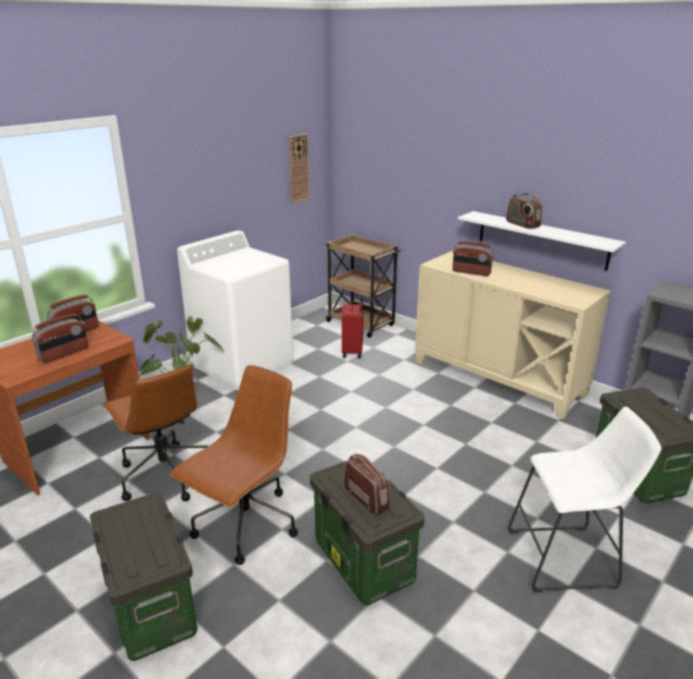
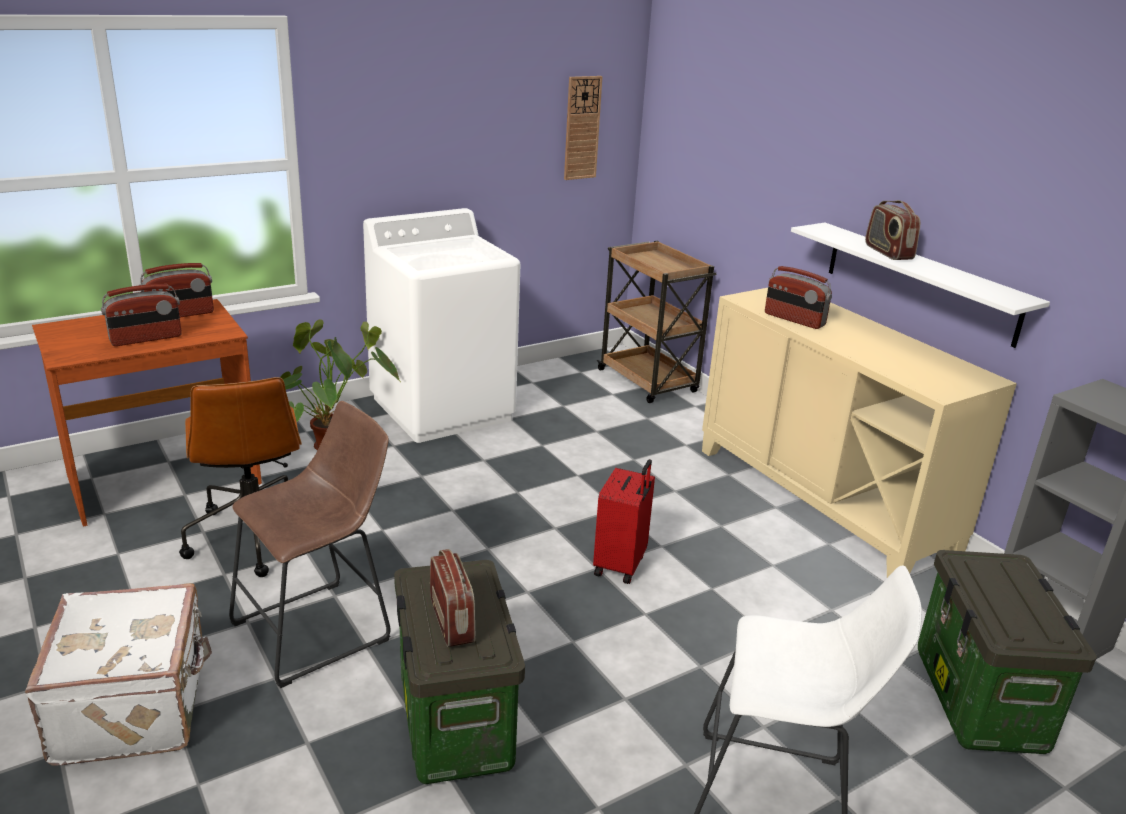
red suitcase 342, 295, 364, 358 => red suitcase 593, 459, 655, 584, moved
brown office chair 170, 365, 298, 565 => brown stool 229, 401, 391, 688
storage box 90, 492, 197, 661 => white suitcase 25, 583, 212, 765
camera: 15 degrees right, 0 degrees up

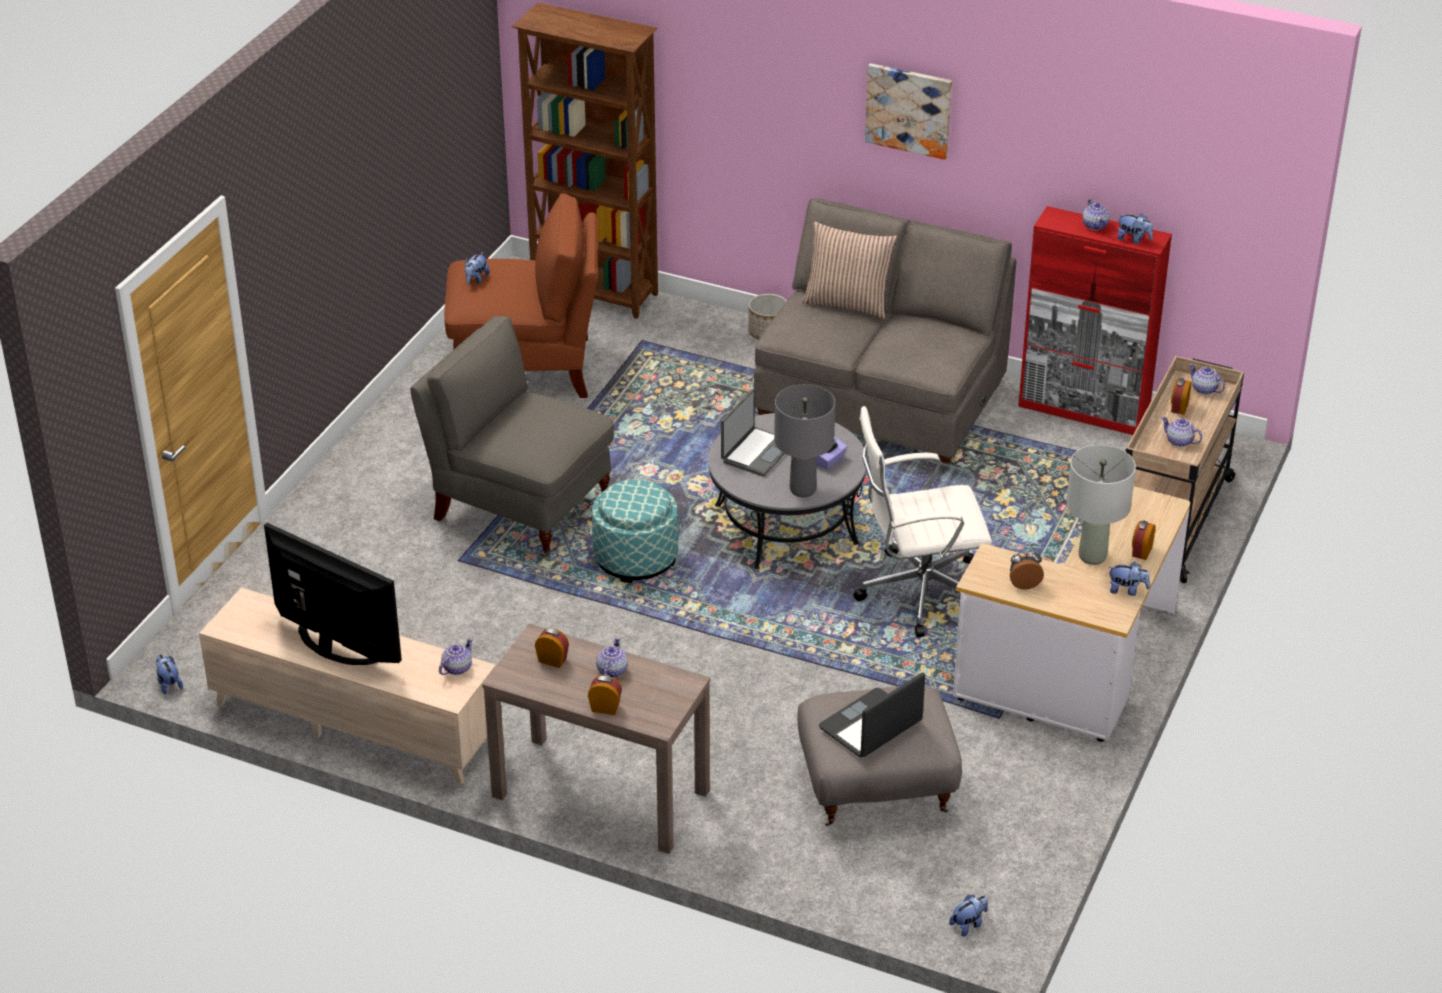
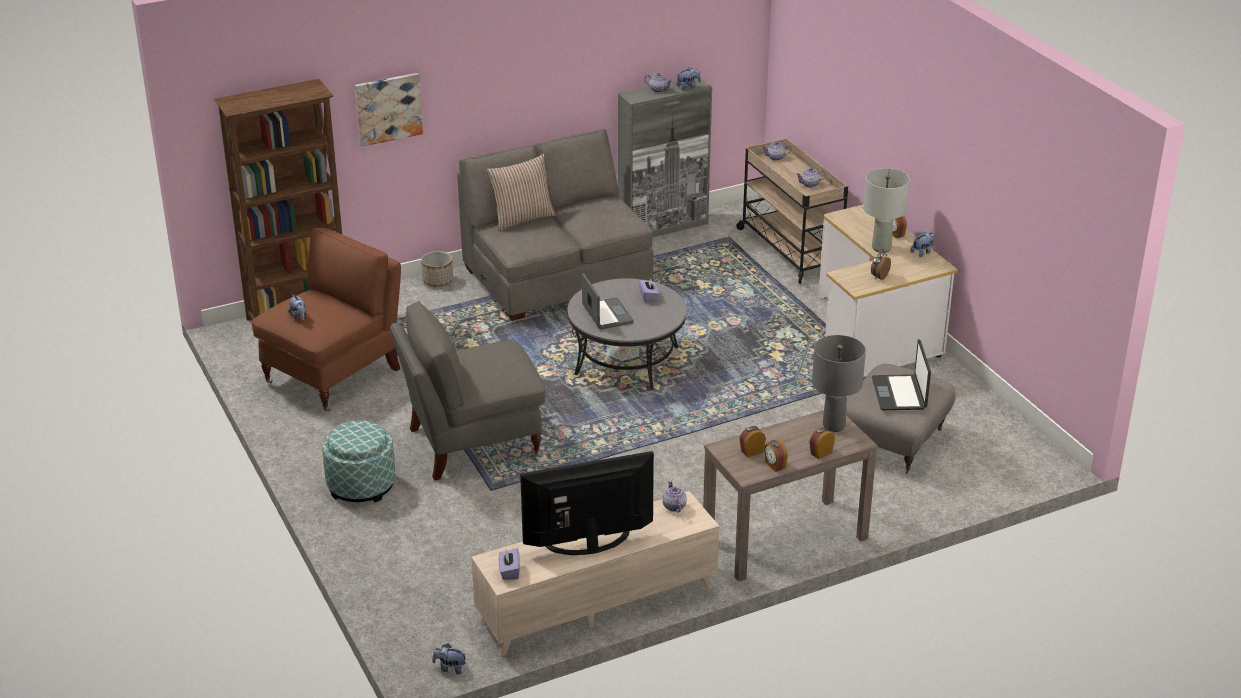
picture 865, 63, 952, 160 => picture 355, 73, 423, 147, moved
red cabinet 1018, 206, 1172, 435 => grey cabinet 618, 78, 712, 237
alarm clock 1171, 378, 1192, 415 => alarm clock 764, 439, 788, 472, moved
grey table lamp 774, 384, 835, 497 => grey table lamp 812, 335, 866, 432, moved
white office chair 853, 406, 992, 637 => nothing
ottoman 592, 479, 678, 583 => ottoman 322, 420, 395, 502, moved
teapot 596, 637, 628, 677 => nothing
plush toy 949, 895, 988, 937 => nothing
nothing => purple tissue box 499, 548, 520, 580
camera: 50 degrees left, 5 degrees down

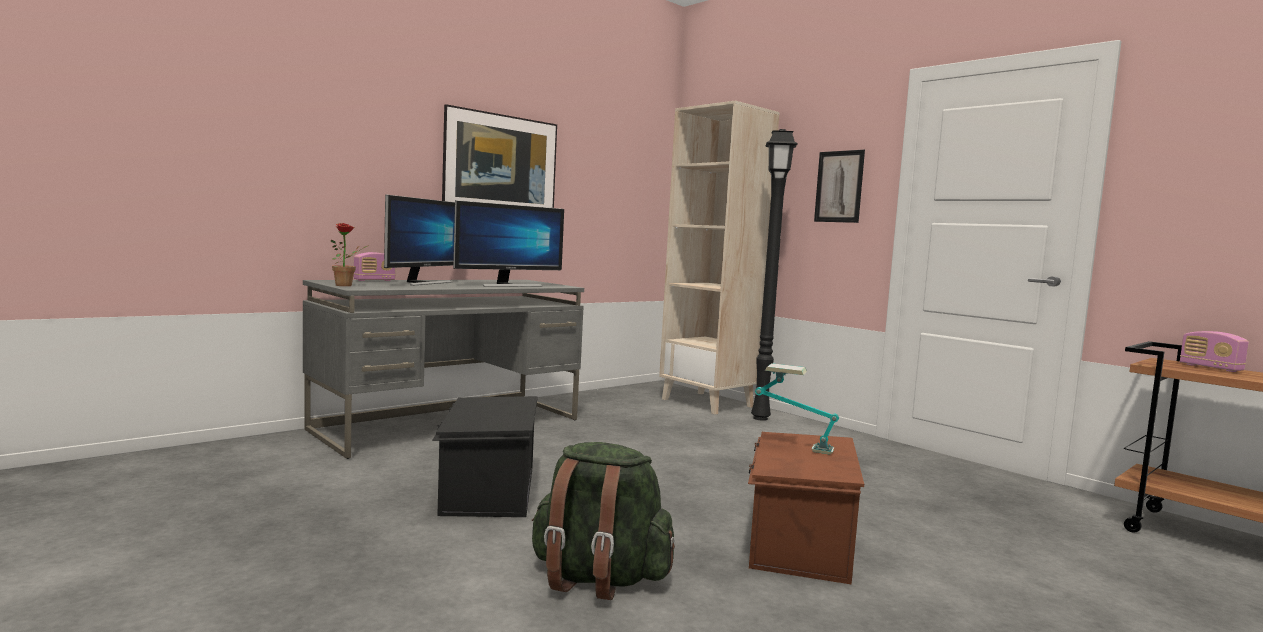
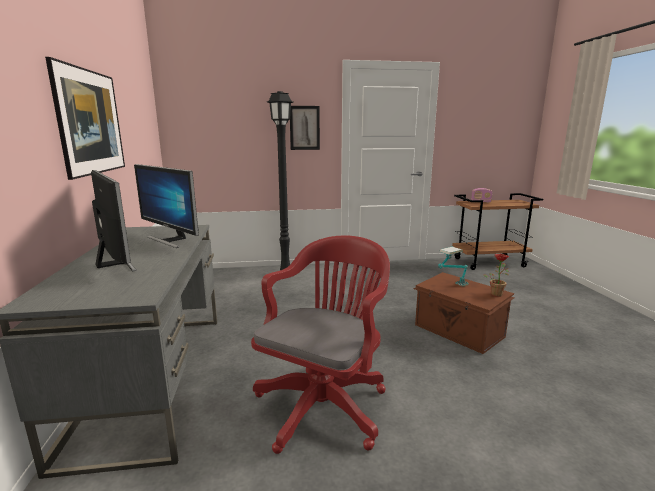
beige bookcase 659, 100, 780, 415 => nothing
monitor 453, 200, 564, 287 => monitor 134, 164, 199, 248, 135 degrees clockwise
potted plant 331, 223, 369, 286 => potted plant 483, 254, 509, 297, moved
radio 354, 252, 396, 281 => nothing
black storage box 432, 396, 538, 517 => red office chair 251, 236, 390, 454
green backpack 532, 442, 675, 600 => nothing
camera: 55 degrees left, 10 degrees up

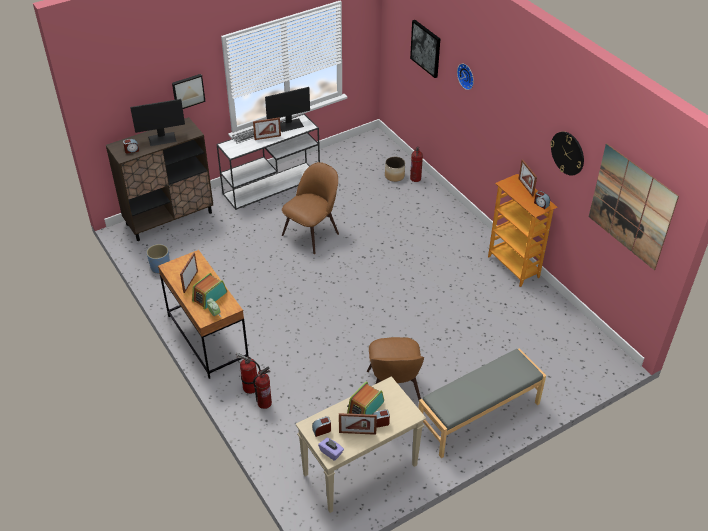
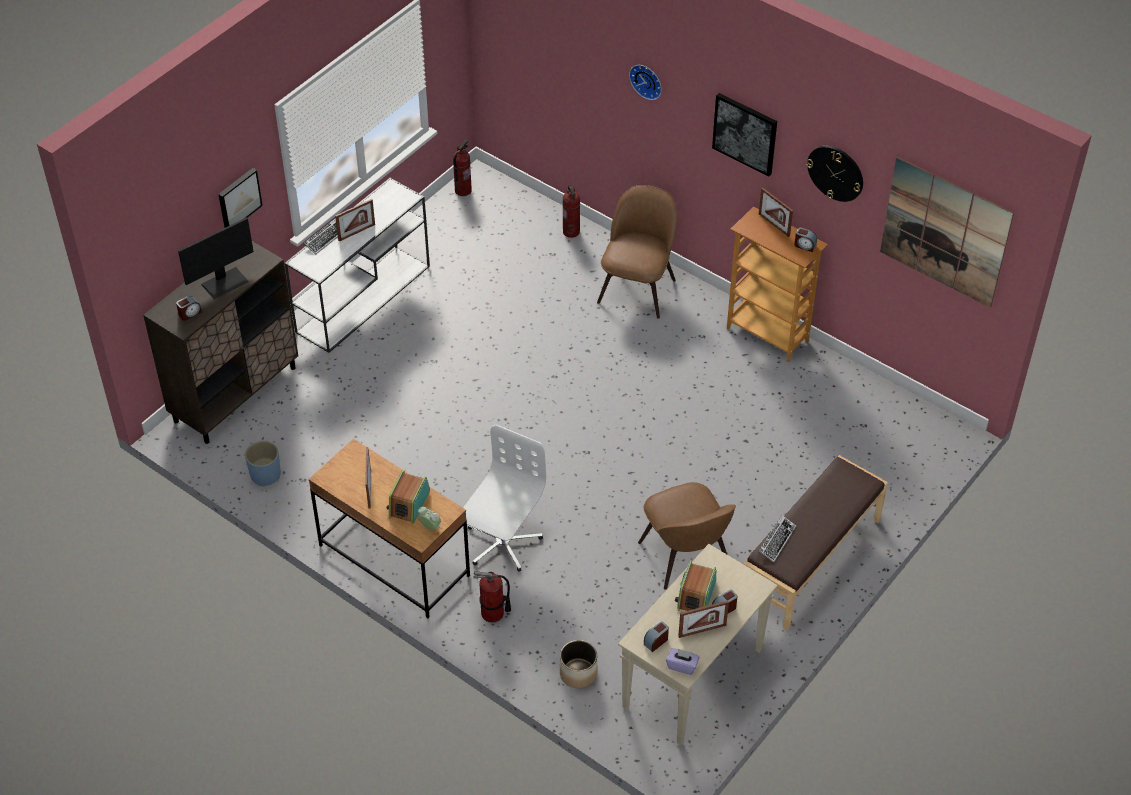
picture 410, 20, 440, 78 => picture 712, 93, 777, 177, moved
monitor 265, 87, 310, 132 => nothing
planter 385, 157, 405, 182 => planter 560, 640, 597, 688, moved
brown chair 282, 162, 339, 254 => brown chair 597, 185, 677, 319, moved
grey bench 418, 349, 546, 458 => brown bench 744, 455, 888, 631
fire extinguisher 253, 367, 272, 409 => fire extinguisher 453, 140, 472, 196, moved
nothing => white office chair 463, 424, 546, 572
nothing => keyboard 759, 515, 796, 562
camera: 20 degrees left, 5 degrees up

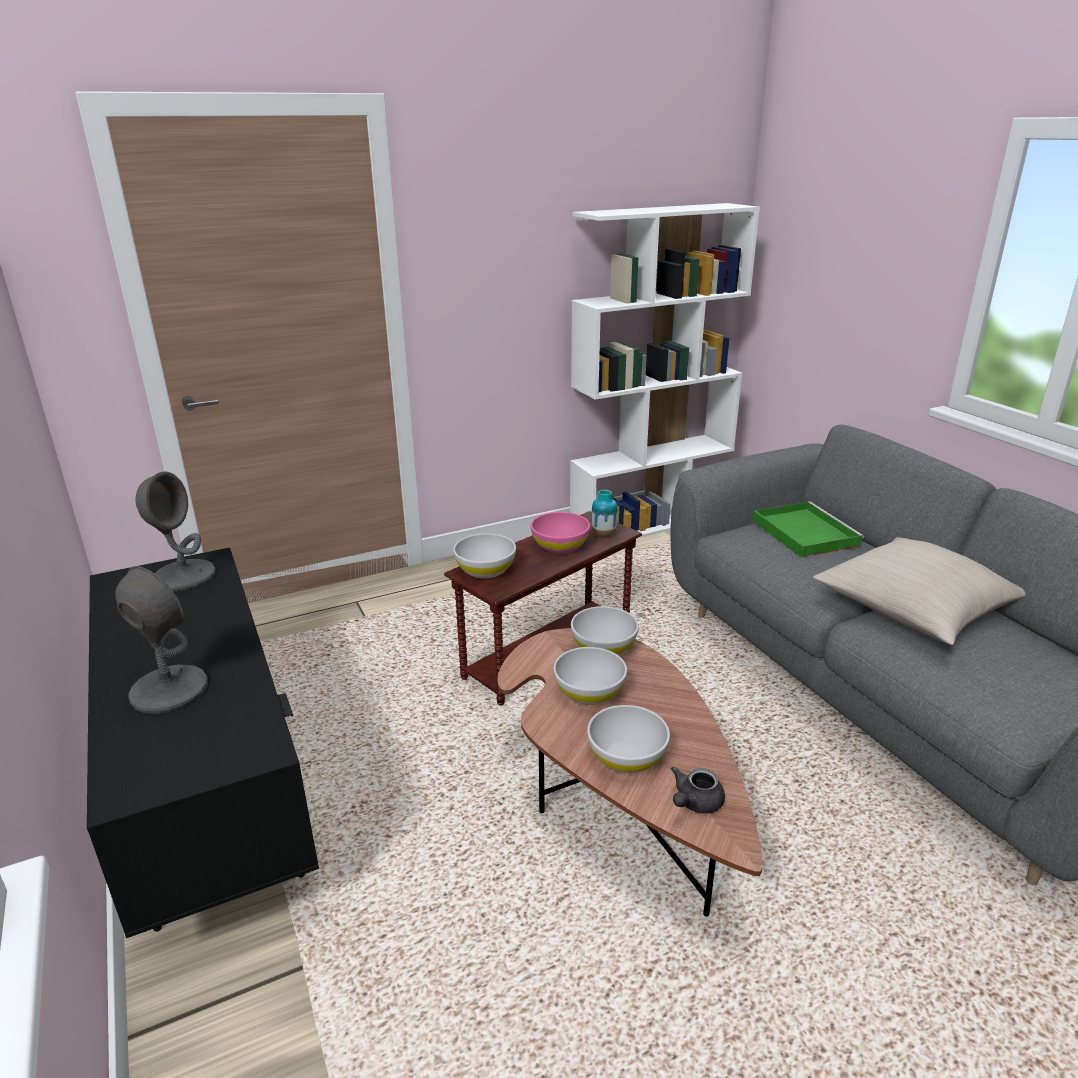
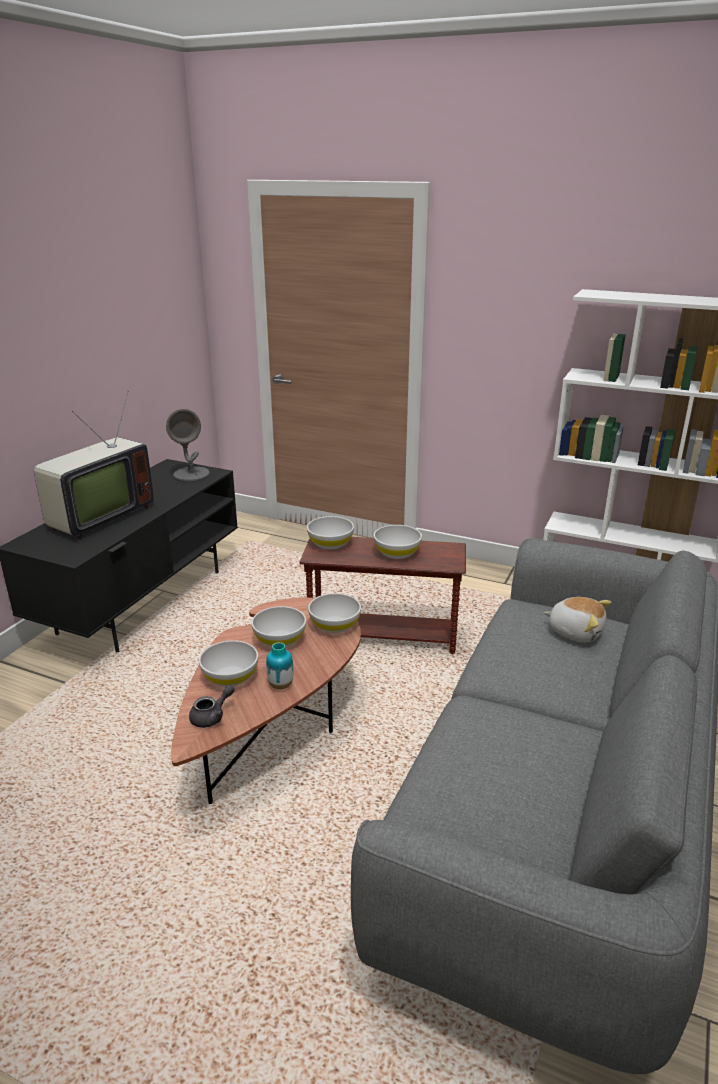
vase 591, 490, 618, 537 => vase 266, 642, 294, 690, moved
green tray 753, 501, 864, 558 => plush toy 544, 597, 612, 642
pink bowl 531, 512, 590, 554 => white bowl 374, 525, 422, 559
beige pillow 813, 537, 1025, 645 => nothing
grey table lamp 115, 566, 208, 714 => television 34, 390, 154, 540
grey teapot 671, 766, 725, 814 => grey teapot 189, 685, 235, 728, 135 degrees clockwise
camera: 50 degrees right, 0 degrees up

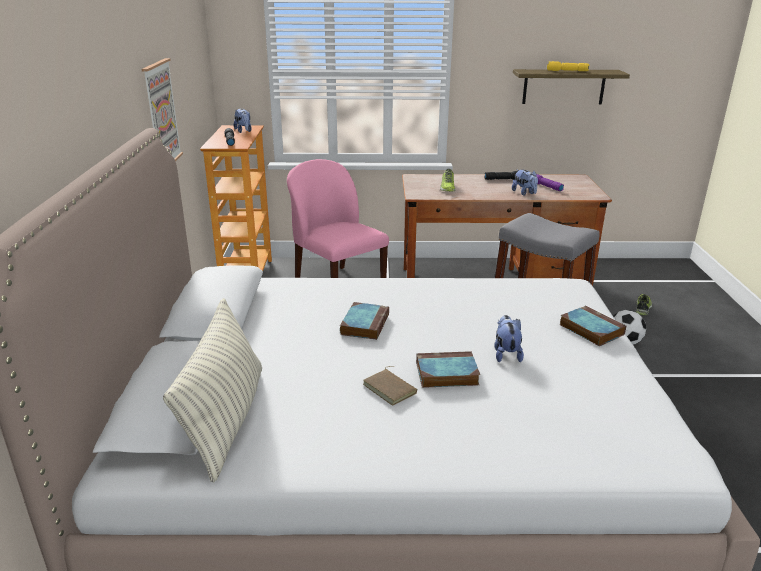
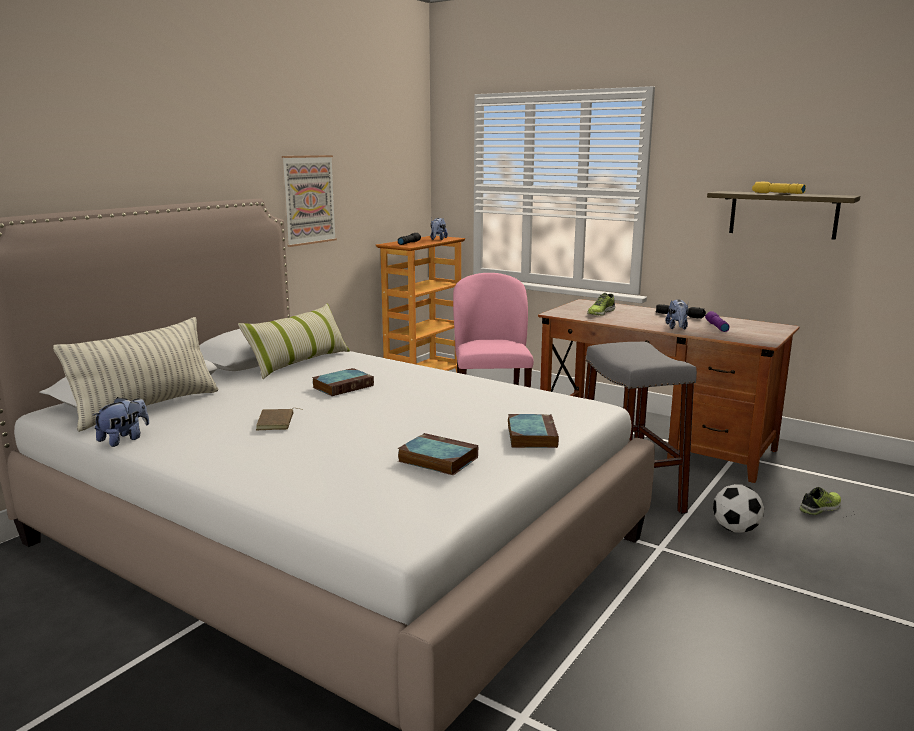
plush toy 494, 315, 524, 362 => plush toy 93, 397, 149, 447, moved
book 416, 351, 480, 388 => book 398, 433, 478, 475, moved
nothing => pillow 238, 303, 350, 379
camera: 35 degrees right, 10 degrees down

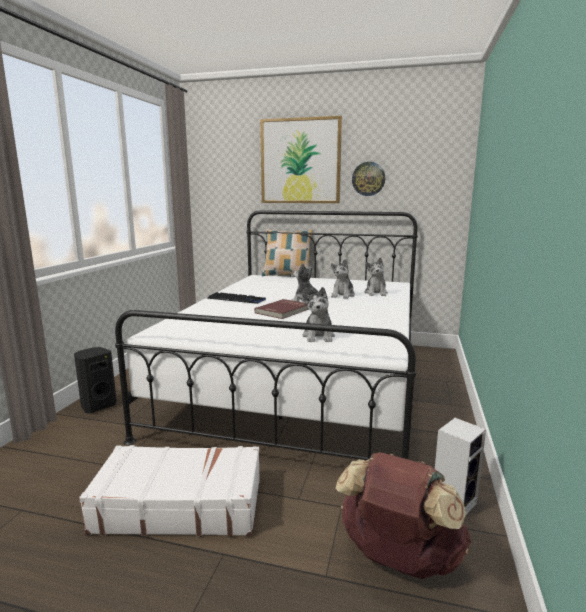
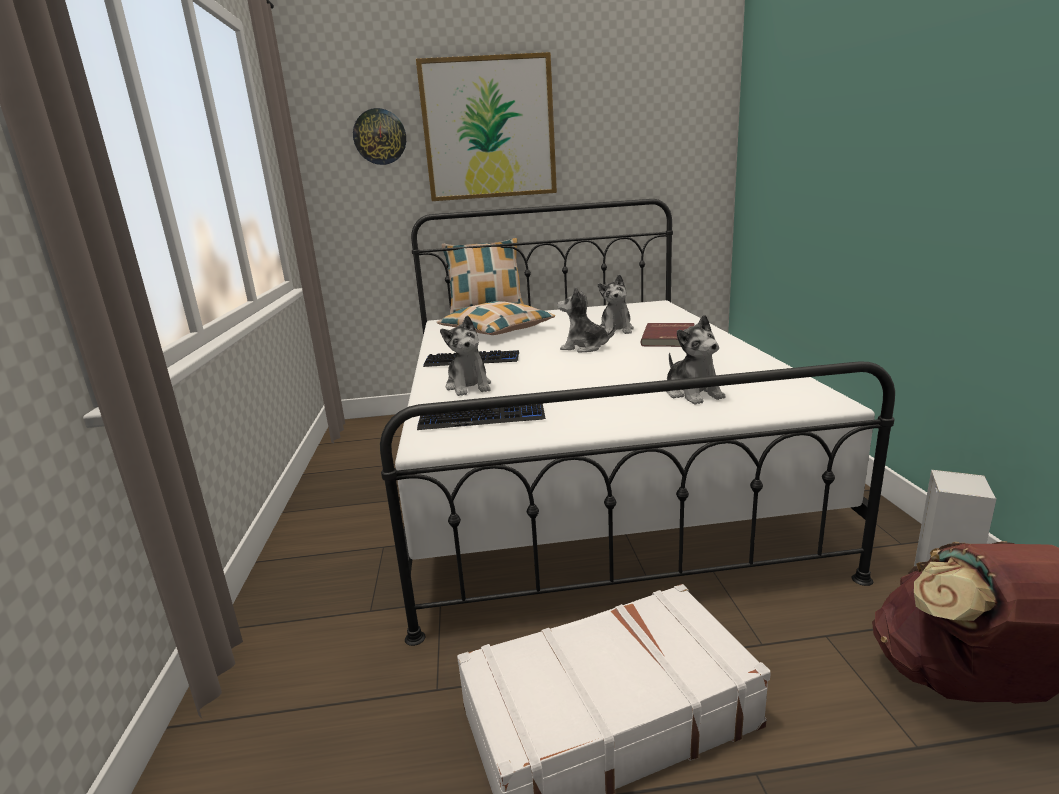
wall clock 352, 162, 385, 196 => wall clock 353, 108, 406, 165, moved
plush toy 365, 258, 388, 296 => plush toy 440, 315, 491, 396, moved
red book 254, 299, 309, 319 => red book 641, 323, 694, 347, moved
black speaker 74, 347, 117, 413 => nothing
nothing => pillow 437, 301, 555, 335
nothing => keyboard 417, 404, 546, 430
camera: 20 degrees left, 5 degrees up

